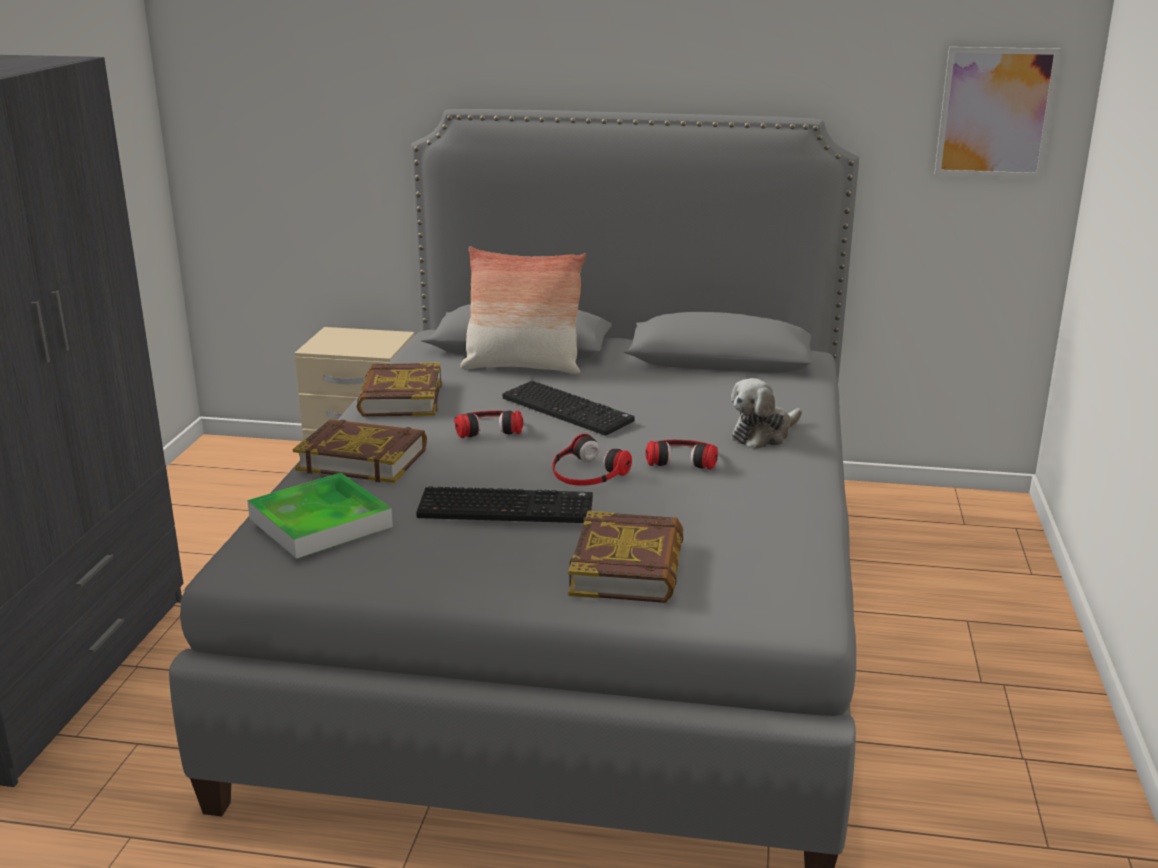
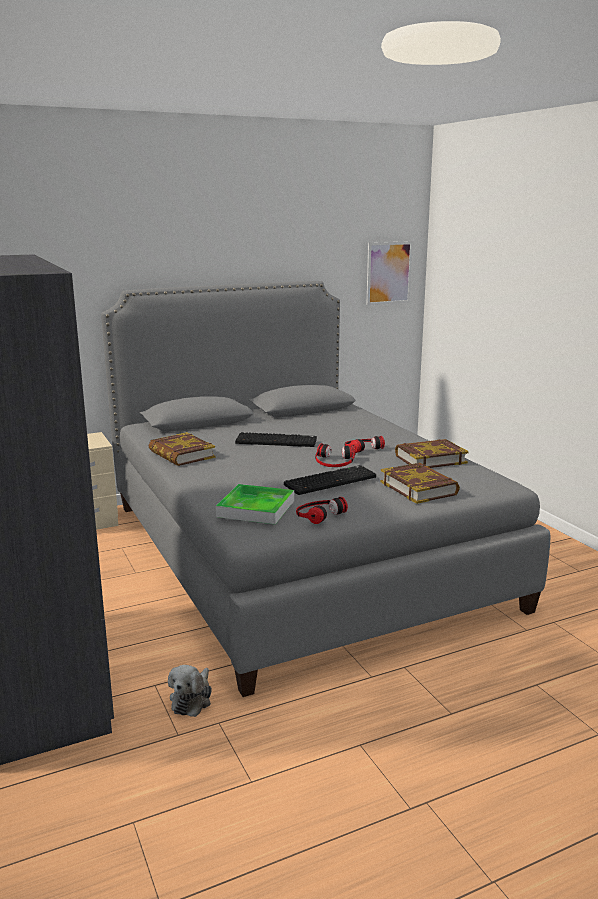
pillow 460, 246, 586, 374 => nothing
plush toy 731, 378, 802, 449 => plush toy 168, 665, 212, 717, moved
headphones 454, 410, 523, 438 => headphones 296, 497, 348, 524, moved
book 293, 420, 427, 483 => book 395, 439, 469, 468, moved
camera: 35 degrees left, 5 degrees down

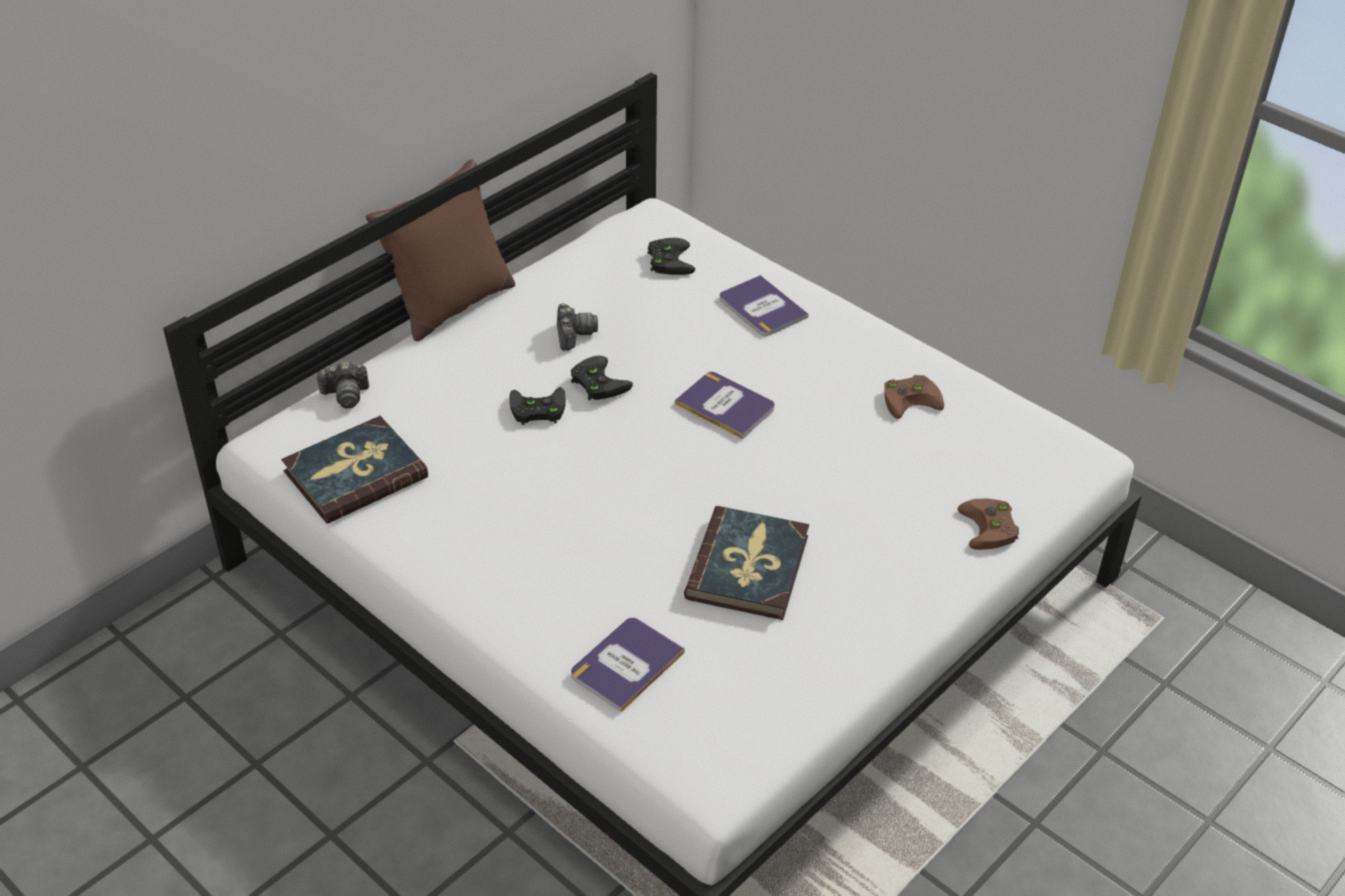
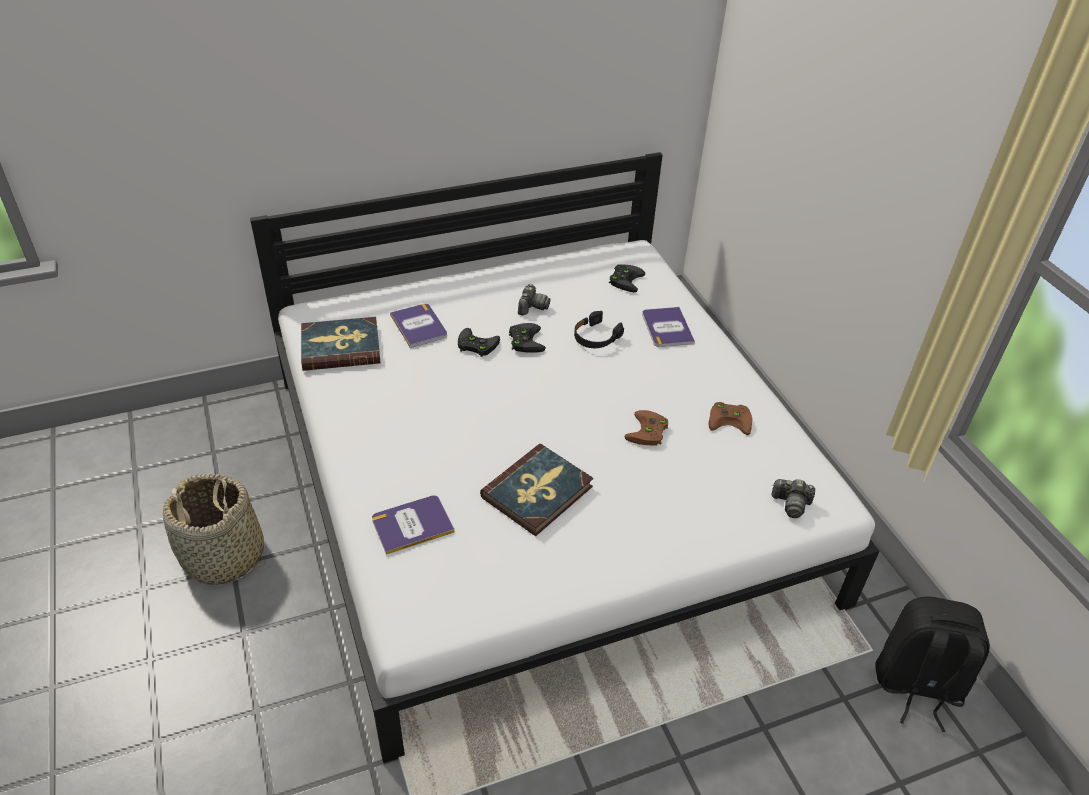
brown pillow 366, 159, 515, 341 => nothing
photo camera 316, 361, 369, 408 => photo camera 772, 479, 815, 518, moved
book 675, 372, 775, 439 => book 390, 304, 447, 348, moved
brown game controller 957, 498, 1019, 550 => brown game controller 625, 410, 668, 446, moved
nothing => black headphones 574, 311, 624, 348
nothing => basket 163, 473, 266, 585
nothing => black backpack 876, 596, 990, 732
camera: 25 degrees right, 0 degrees up

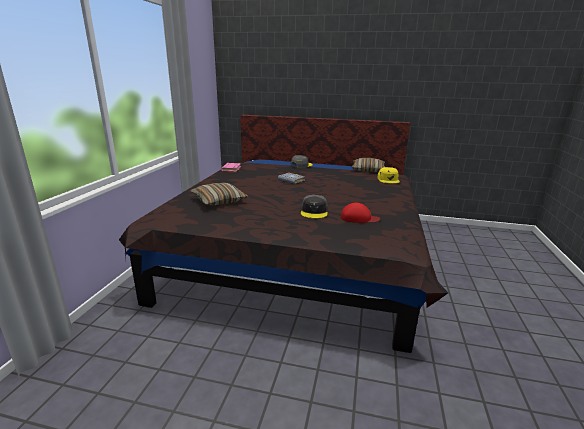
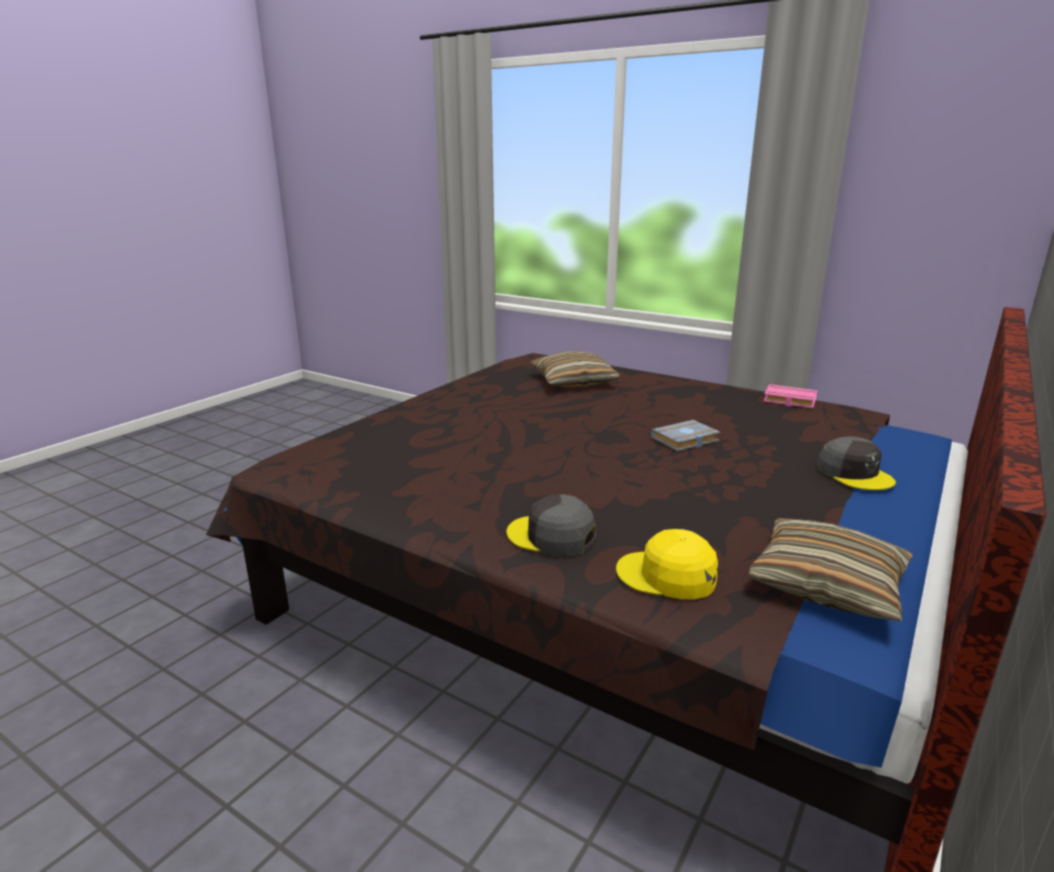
grey cap 301, 195, 328, 219 => grey cap 507, 494, 596, 556, moved
red cap 341, 203, 380, 223 => nothing
camera: 110 degrees right, 0 degrees up

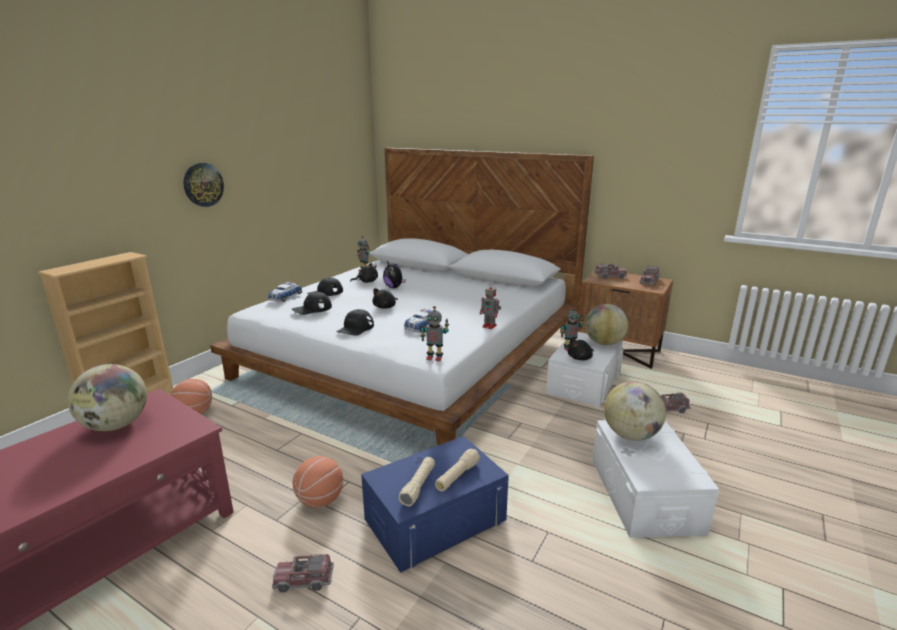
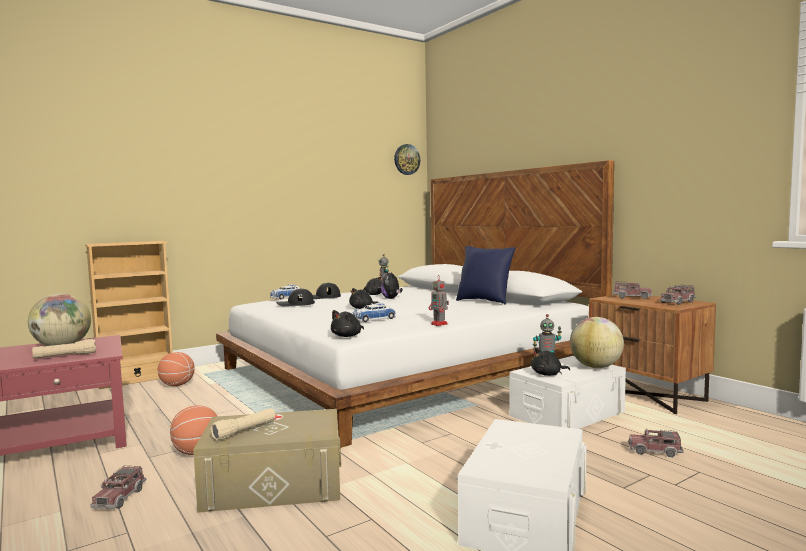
wall clock 183, 163, 224, 207 => wall clock 394, 144, 420, 175, moved
toy robot 420, 306, 449, 361 => black plush toy 331, 310, 364, 337
black cap 337, 309, 374, 336 => nothing
globe 604, 381, 666, 441 => nothing
blue storage box 361, 436, 509, 573 => beige storage box 193, 409, 341, 513
beige flashlight 435, 449, 480, 492 => beige flashlight 32, 339, 96, 359, moved
toy truck 272, 554, 334, 592 => toy truck 91, 466, 146, 509, 105 degrees counterclockwise
nothing => blue pillow 456, 246, 516, 305
camera: 25 degrees right, 15 degrees down

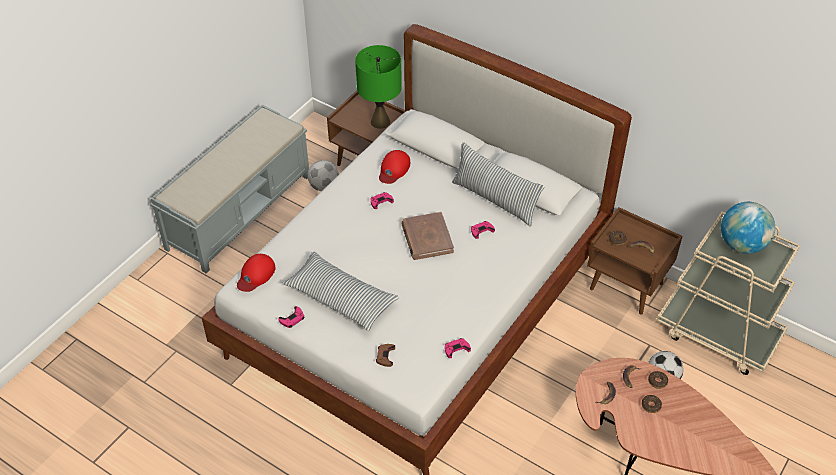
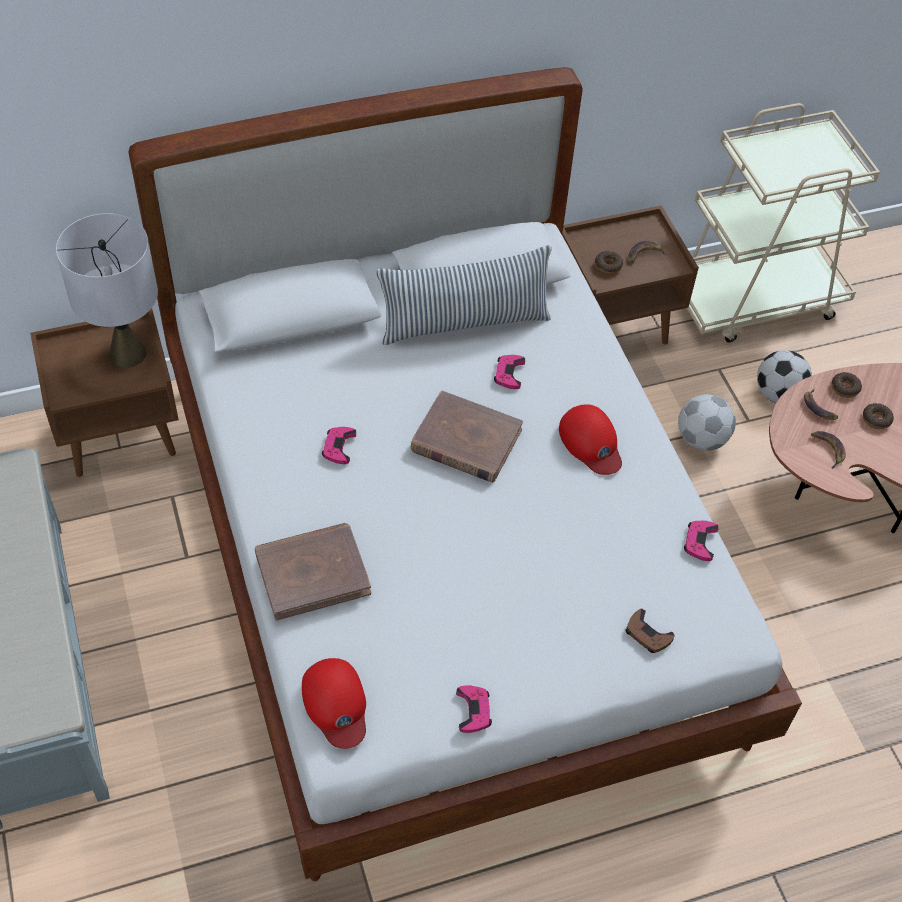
green table lamp 355, 45, 402, 129 => grey table lamp 56, 213, 158, 368
red cap 379, 150, 410, 184 => red cap 559, 404, 622, 475, moved
football 308, 160, 339, 191 => football 678, 394, 736, 451, moved
globe 721, 202, 775, 254 => nothing
pillow 282, 252, 399, 331 => nothing
nothing => brown book 255, 523, 371, 621
camera: 55 degrees left, 5 degrees up

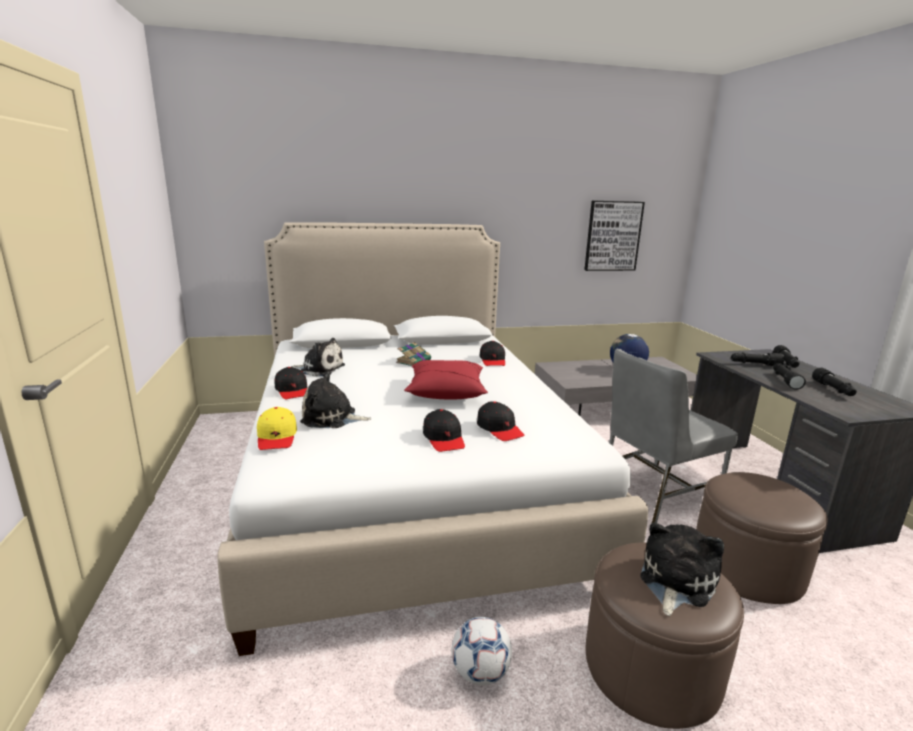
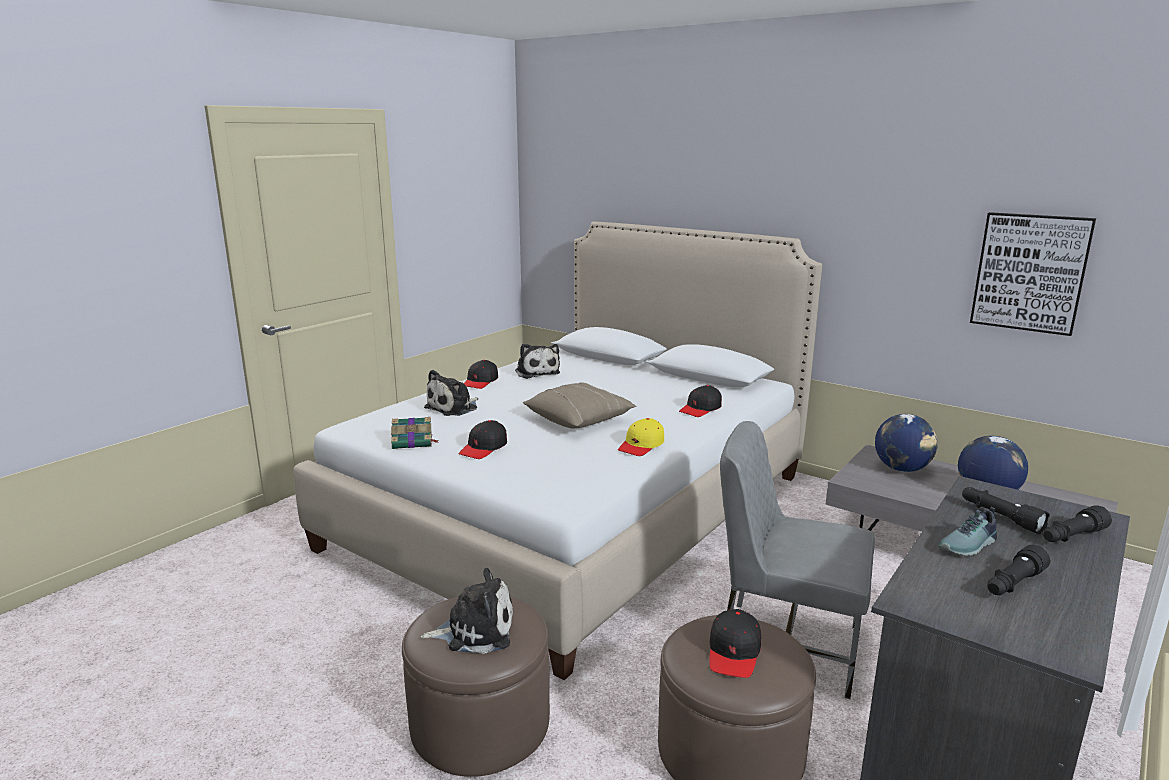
book 396, 342, 431, 366 => book 391, 417, 439, 449, moved
red pillow 404, 360, 488, 400 => beige pillow 523, 382, 636, 429
black flashlight 773, 363, 806, 390 => shoe 939, 507, 997, 556
plush toy 300, 371, 371, 428 => plush toy 424, 370, 478, 416, 105 degrees counterclockwise
black cap 477, 401, 525, 441 => black cap 709, 609, 761, 678, moved
yellow cap 257, 407, 297, 450 => yellow cap 618, 418, 664, 456, moved
football 452, 617, 512, 685 => nothing
nothing => globe 875, 414, 938, 472
camera: 50 degrees right, 0 degrees up

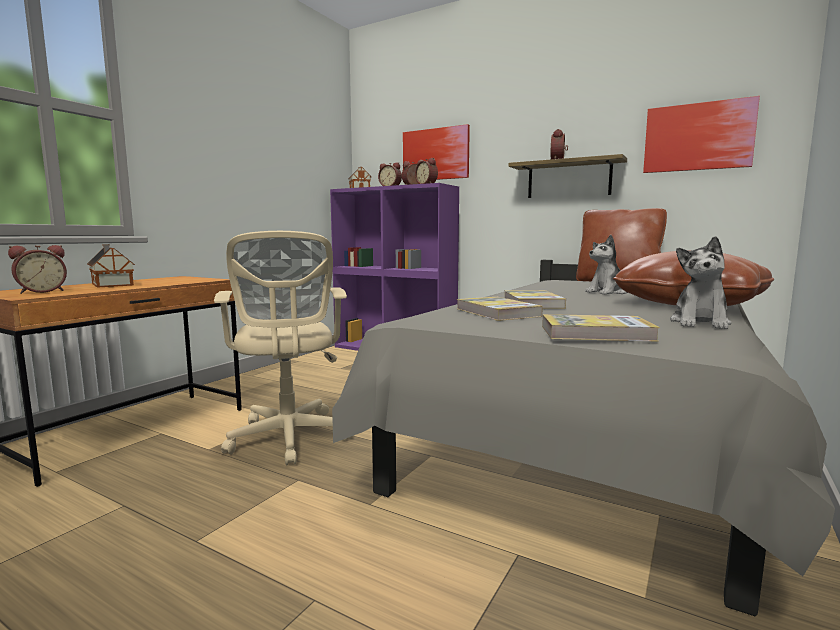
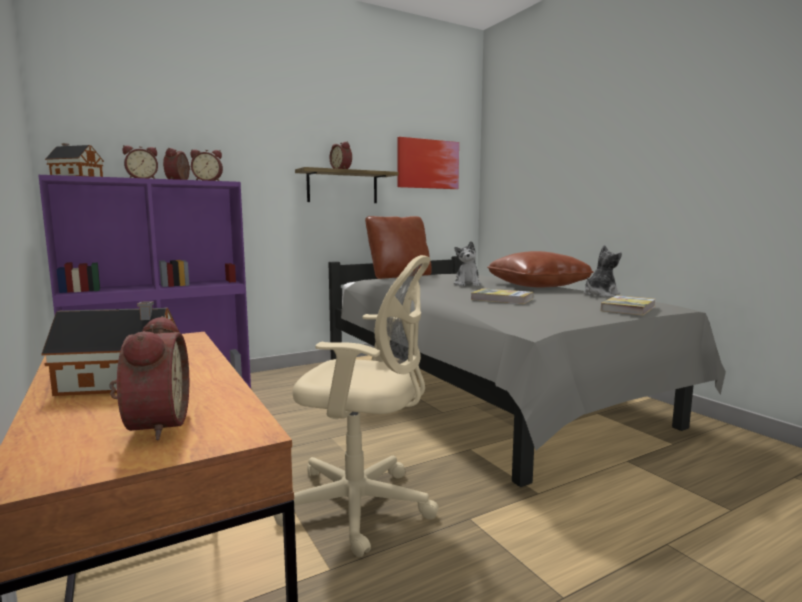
picture 403, 124, 470, 180 => nothing
plush toy 670, 236, 731, 329 => plush toy 584, 245, 622, 297, 90 degrees counterclockwise
book 457, 297, 543, 321 => nothing
camera: 60 degrees left, 0 degrees up

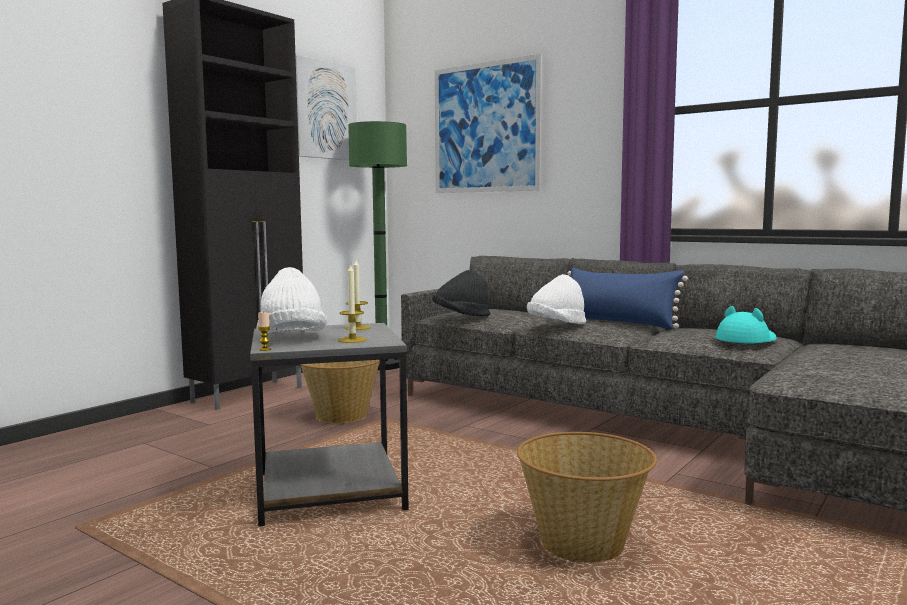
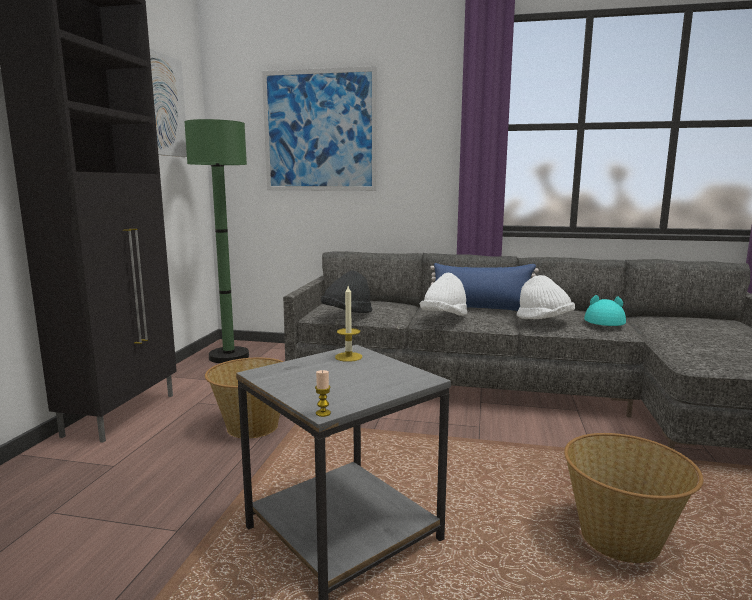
candle 338, 263, 367, 343 => nothing
white hat 256, 267, 328, 333 => white hat 517, 275, 575, 319, moved
camera: 25 degrees left, 5 degrees up

